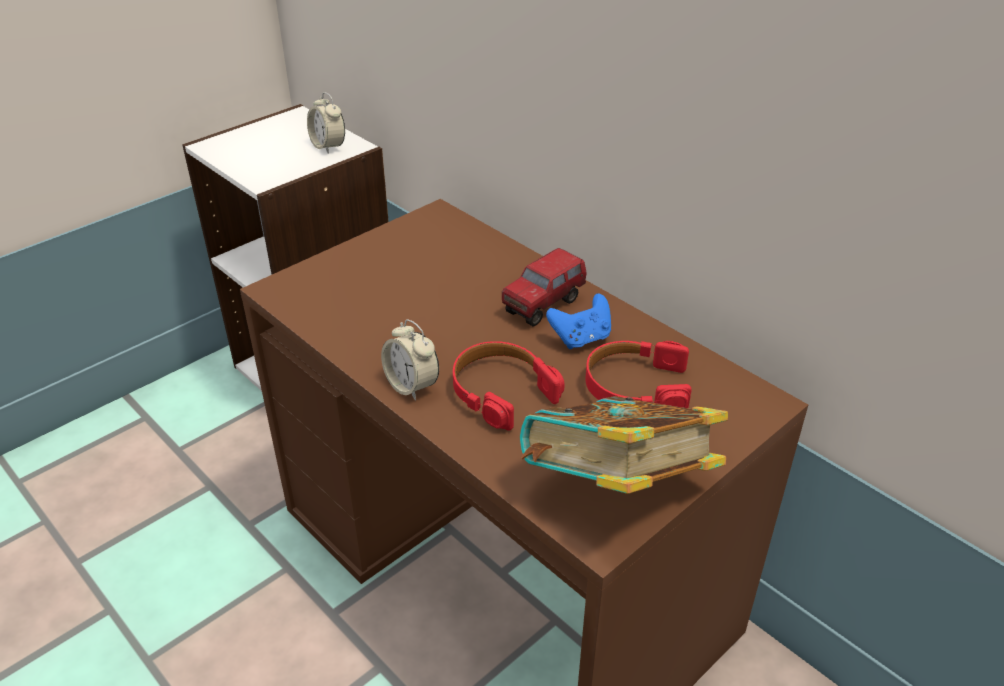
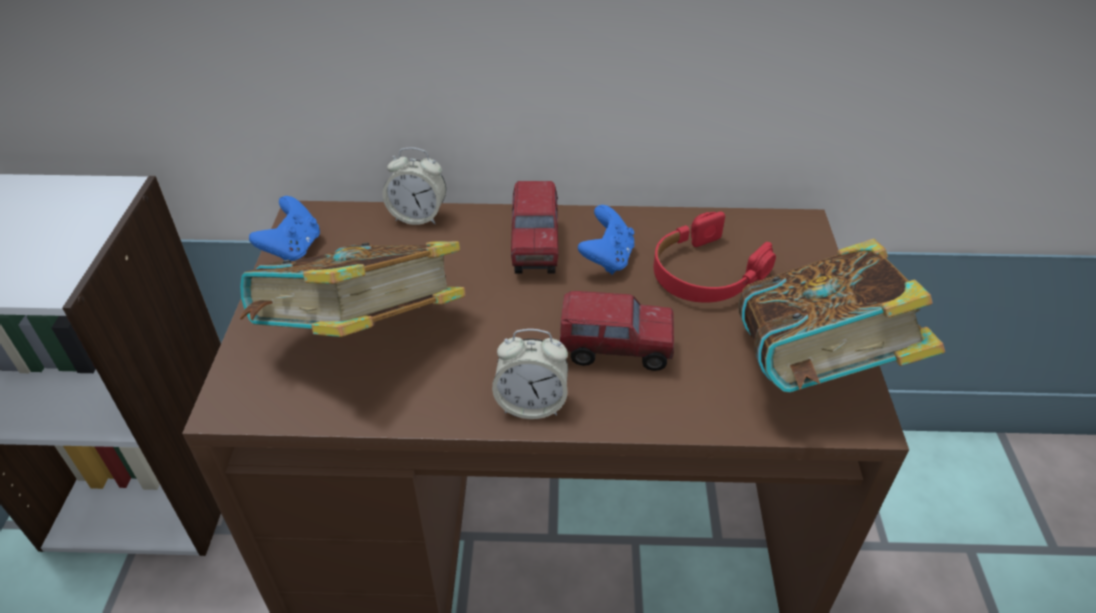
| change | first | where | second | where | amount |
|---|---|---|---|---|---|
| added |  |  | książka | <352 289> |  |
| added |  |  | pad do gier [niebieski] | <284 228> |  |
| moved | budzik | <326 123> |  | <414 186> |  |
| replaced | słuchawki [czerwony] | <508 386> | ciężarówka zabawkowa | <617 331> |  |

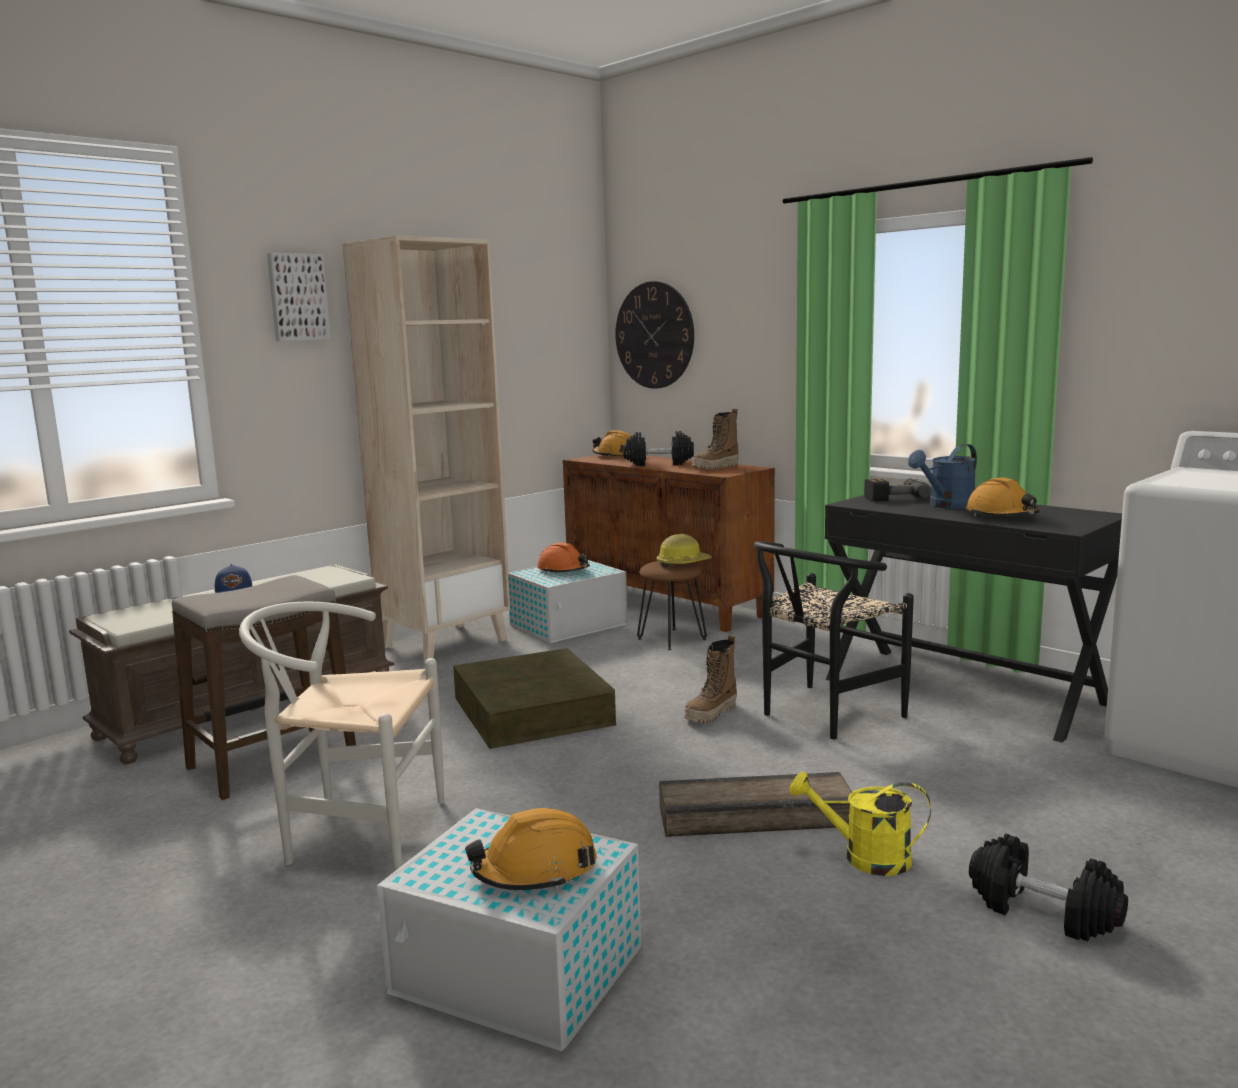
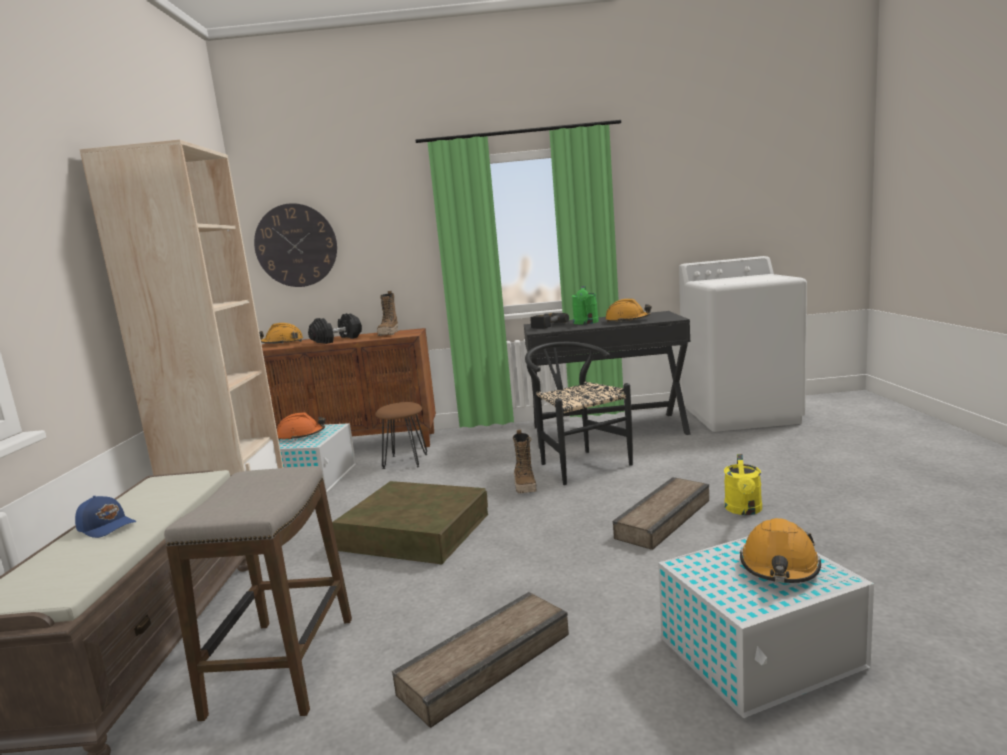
| change | first | where | second | where | amount |
|---|---|---|---|---|---|
| removed | obraz | <299 297> |  |  |  |
| removed | kask | <684 550> |  |  |  |
| removed | hantel [czarny] | <1048 888> |  |  |  |
| replaced | krzesło [biały] | <341 737> | skrzynka | <480 660> |  |
| recoloured | konewka [niebieski] | <942 476> | konewka [zielony] | <585 305> |  |
| turned | krzesło [czarny] | <834 640> |  | <579 413> | 150 degrees clockwise |
| turned | konewka [żółty] | <860 824> |  | <743 484> | 45 degrees counterclockwise |

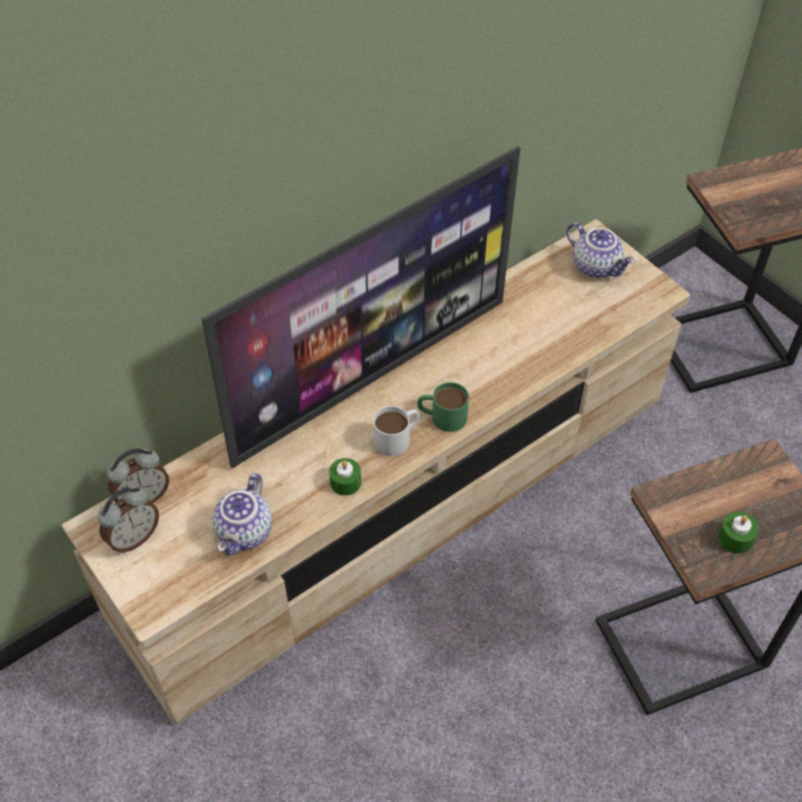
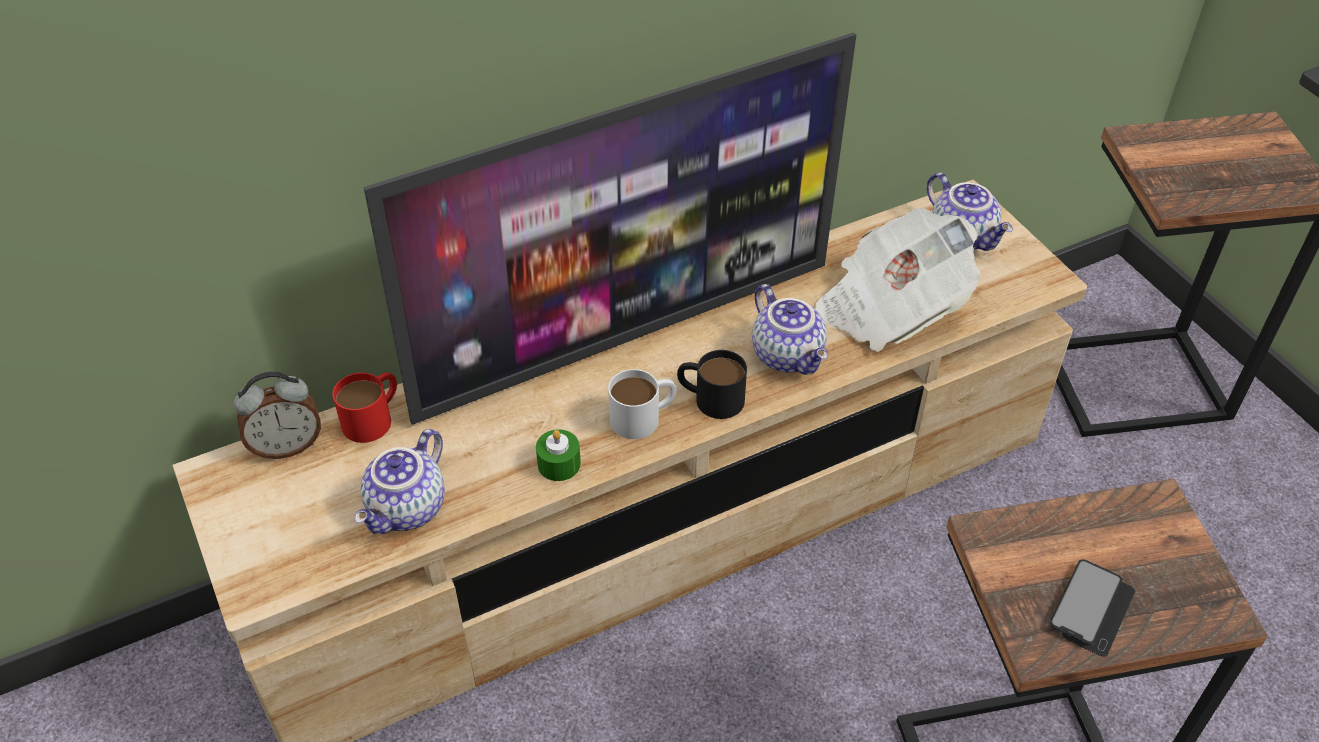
| change | first | where | second | where | amount |
|---|---|---|---|---|---|
| removed | budzik | <128 519> |  |  |  |
| added |  |  | kubek [czerwony] | <365 407> |  |
| added |  |  | imbryk | <790 329> |  |
| added |  |  | gazeta | <897 280> |  |
| replaced | świeca [zielony] | <738 533> | telefon | <1092 608> |  |
| recoloured | kubek [zielony] | <443 407> | kubek [czarny] | <712 384> |  |

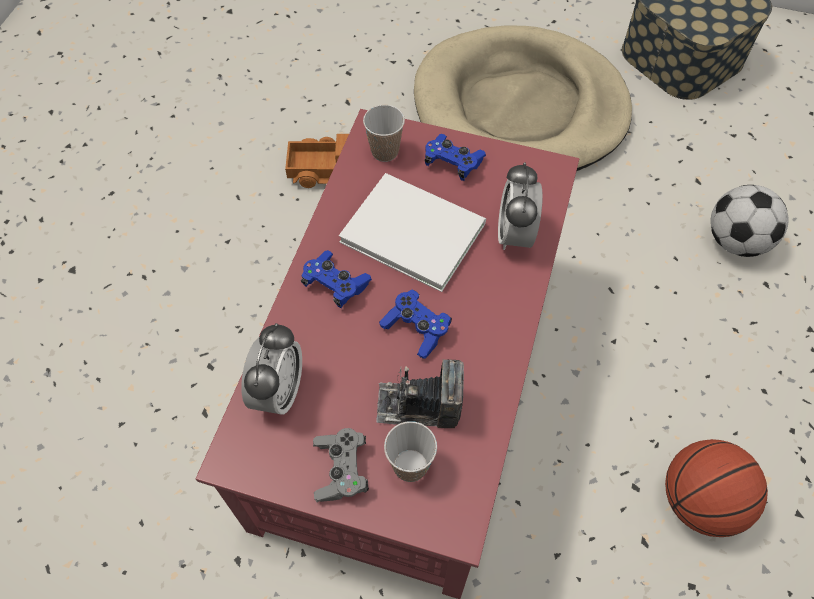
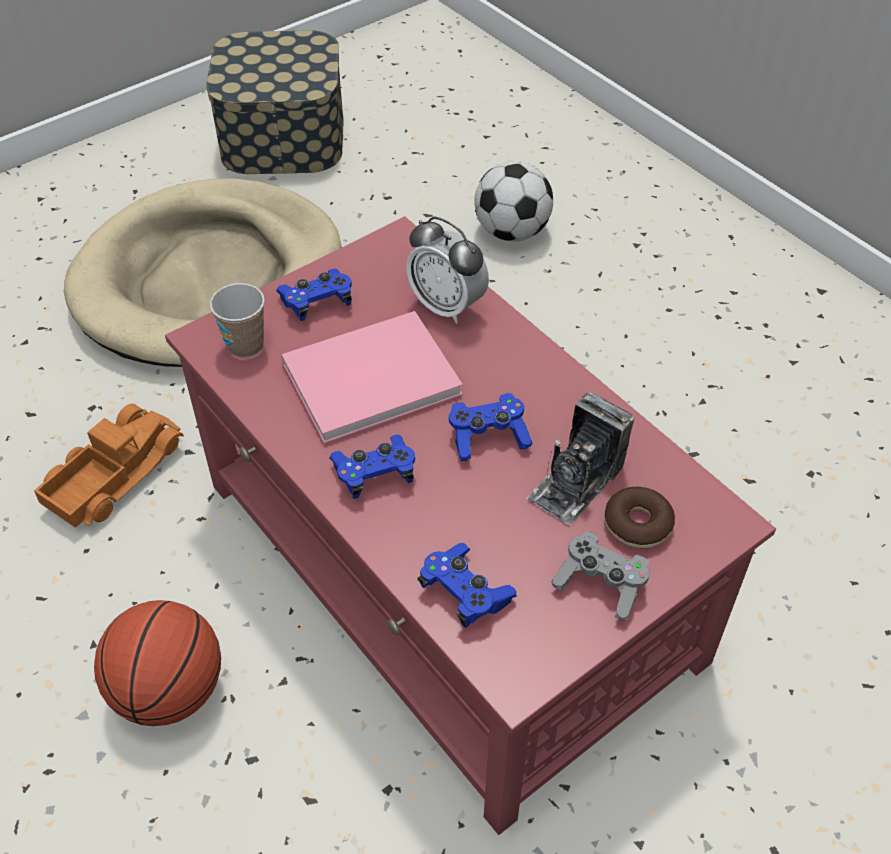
| change | first | where | second | where | amount |
|---|---|---|---|---|---|
| moved | piłka do koszykówki | <716 488> |  | <157 663> |  |
| replaced | budzik | <271 369> | pad do gier [niebieski] | <467 585> |  |
| replaced | filiżanka | <410 451> | donut | <640 518> |  |
| recoloured | książka [biały] | <412 232> | książka [różowy] | <372 377> |  |

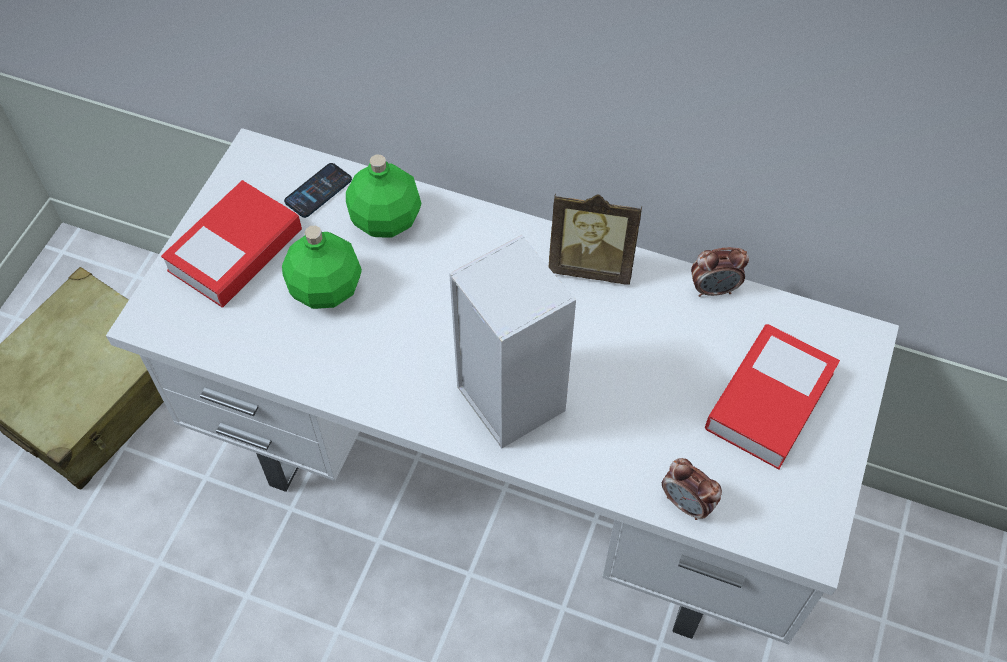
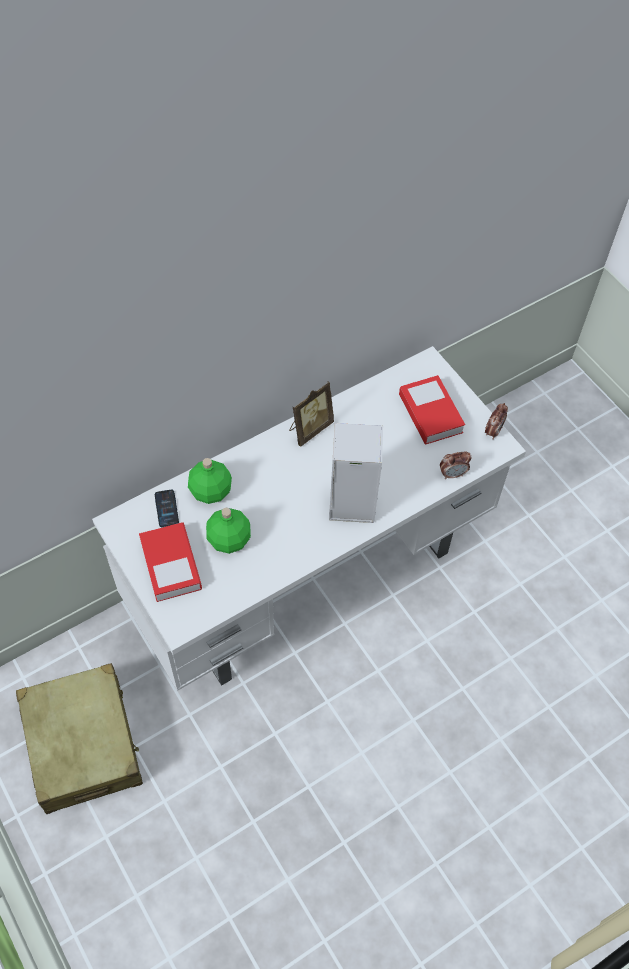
| change | first | where | second | where | amount |
|---|---|---|---|---|---|
| moved | budzik | <720 272> |  | <496 421> |  |

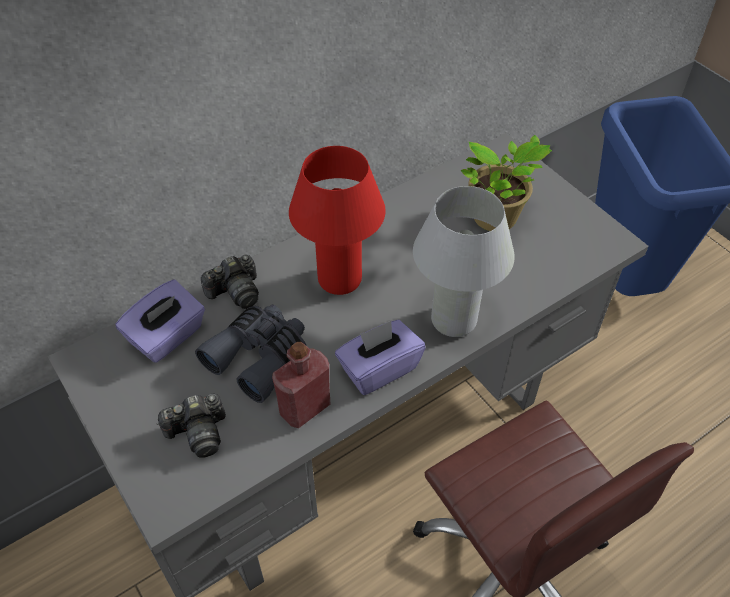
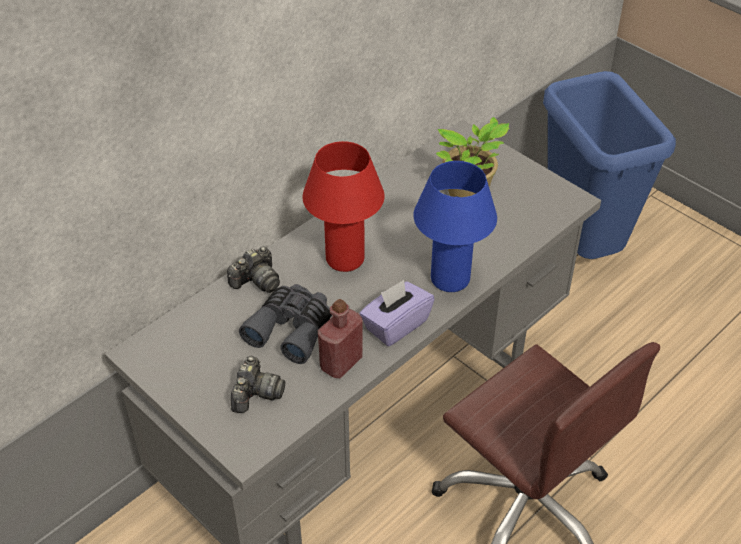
| change | first | where | second | where | amount |
|---|---|---|---|---|---|
| removed | pudełko chusteczek [fioletowy] | <160 321> |  |  |  |
| recoloured | lampa stołowa [biały] | <464 261> | lampa stołowa [niebieski] | <455 226> |  |
| turned | aparat fotograficzny | <191 426> |  | <258 384> | 45 degrees counterclockwise |

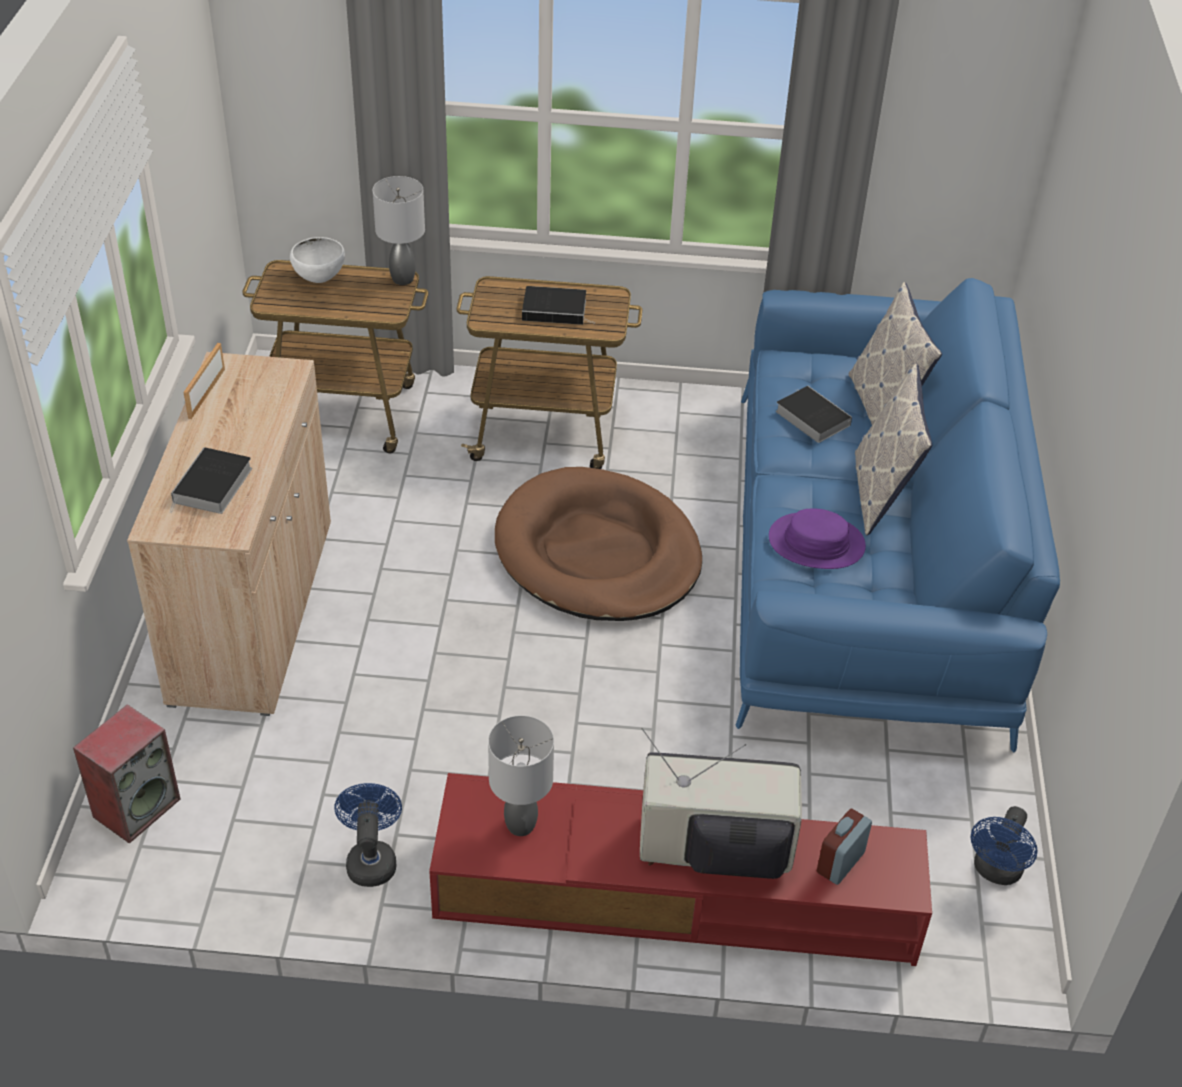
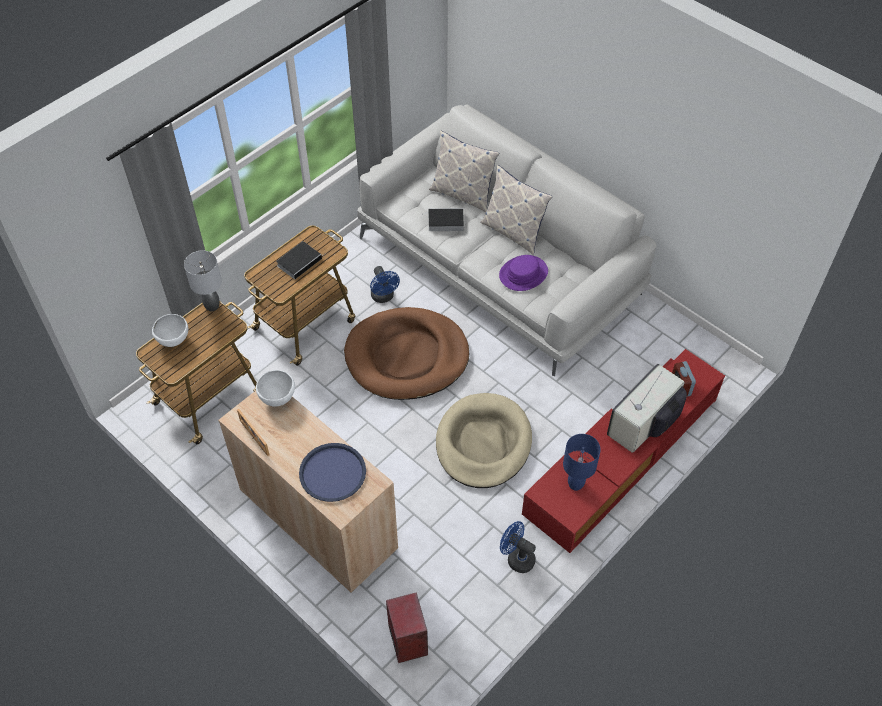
| change | first | where | second | where | amount |
|---|---|---|---|---|---|
| added |  |  | miska [biały] | <275 388> |  |
| added |  |  | legowisko [beżowy] | <484 440> |  |
| moved | wentylator [niebieski] | <1004 845> |  | <385 284> |  |
| replaced | książka | <211 480> | taca [niebieski] | <332 472> |  |
| recoloured | lampa stołowa [szary] | <521 775> | lampa stołowa [niebieski] | <582 462> |  |
| recoloured | kanapa [niebieski] | <898 515> | kanapa [biały] | <507 240> |  |

